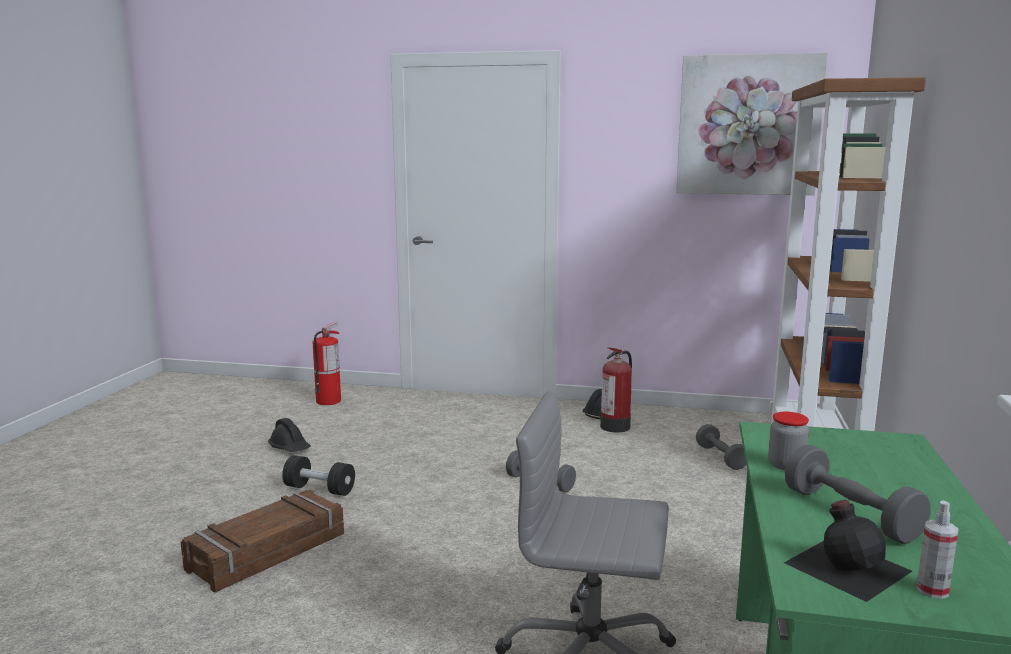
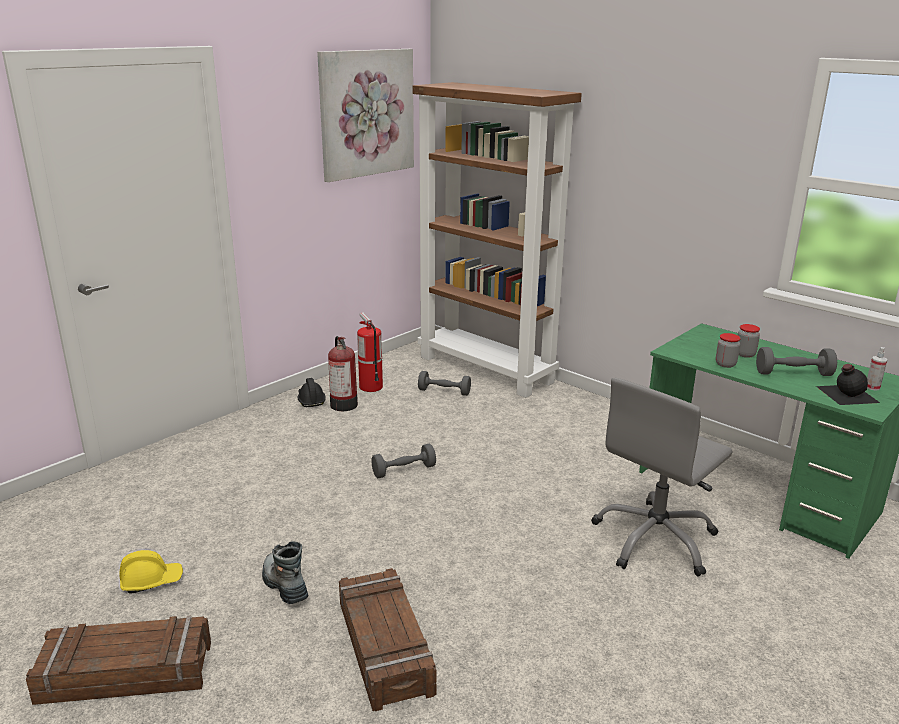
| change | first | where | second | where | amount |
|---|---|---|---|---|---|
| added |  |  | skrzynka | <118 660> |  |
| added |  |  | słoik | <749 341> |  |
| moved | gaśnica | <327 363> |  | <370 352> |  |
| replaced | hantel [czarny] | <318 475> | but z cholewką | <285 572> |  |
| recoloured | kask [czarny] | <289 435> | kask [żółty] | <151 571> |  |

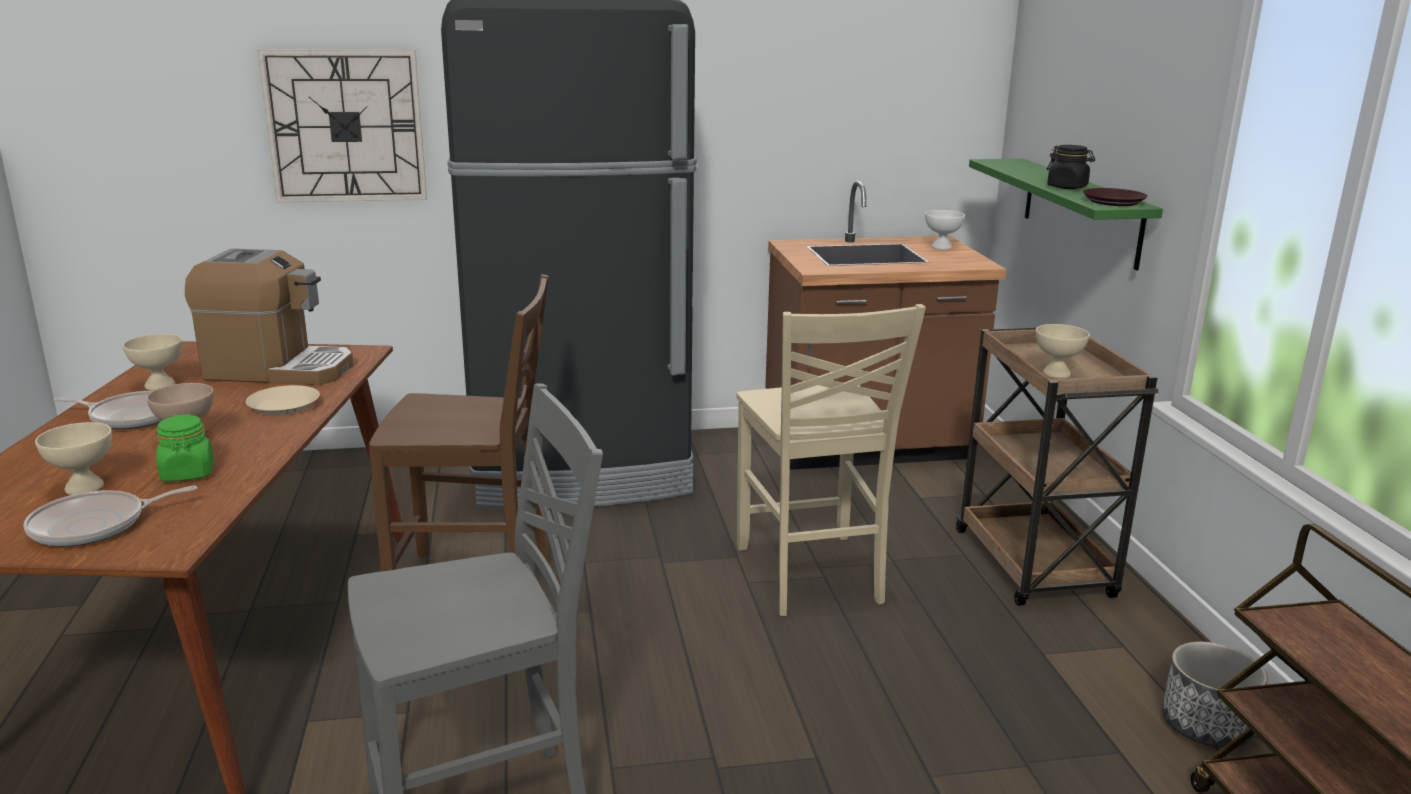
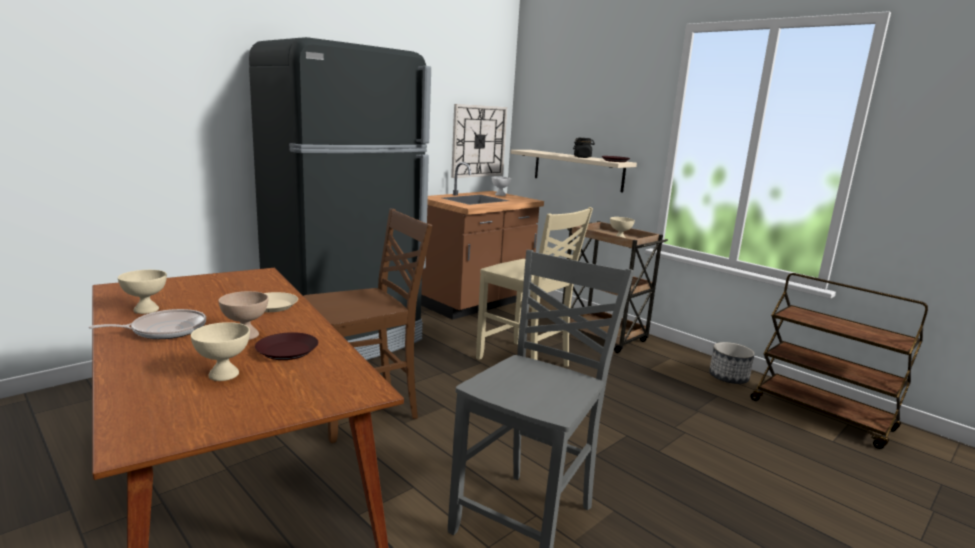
| change | first | where | second | where | amount |
|---|---|---|---|---|---|
| removed | patelnia | <110 516> |  |  |  |
| removed | ekspres do kawy | <269 316> |  |  |  |
| moved | zegar ścienny | <342 126> |  | <479 141> |  |
| replaced | słoik [zielony] | <185 448> | talerz [brązowy] | <286 346> |  |
| recoloured | półka [zielony] | <1066 214> | półka [beżowy] | <573 171> |  |

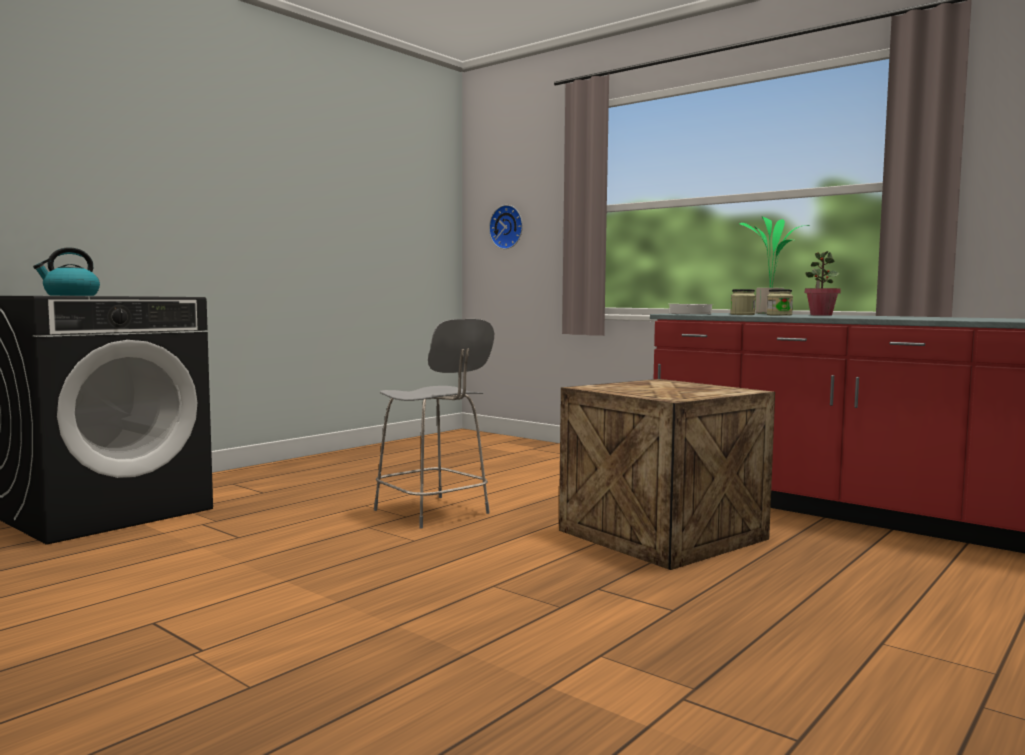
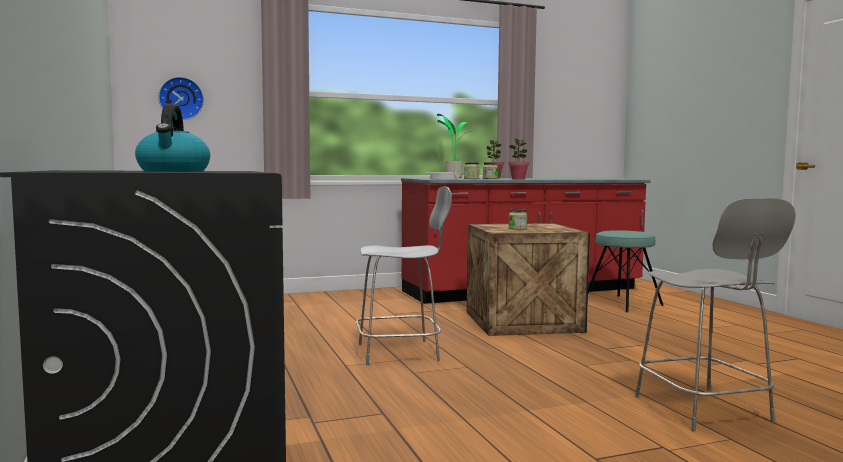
| change | first | where | second | where | amount |
|---|---|---|---|---|---|
| added |  |  | roślina doniczkowa | <519 158> |  |
| added |  |  | słoik | <517 219> |  |
| added |  |  | stołek [turkusowy] | <626 271> |  |
| added |  |  | krzesło [szary] | <715 314> |  |

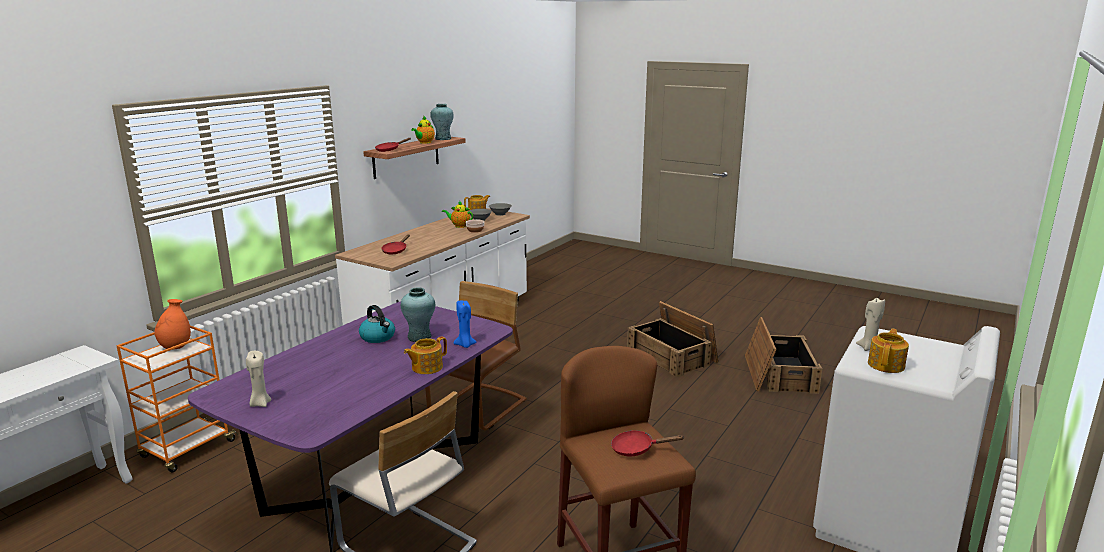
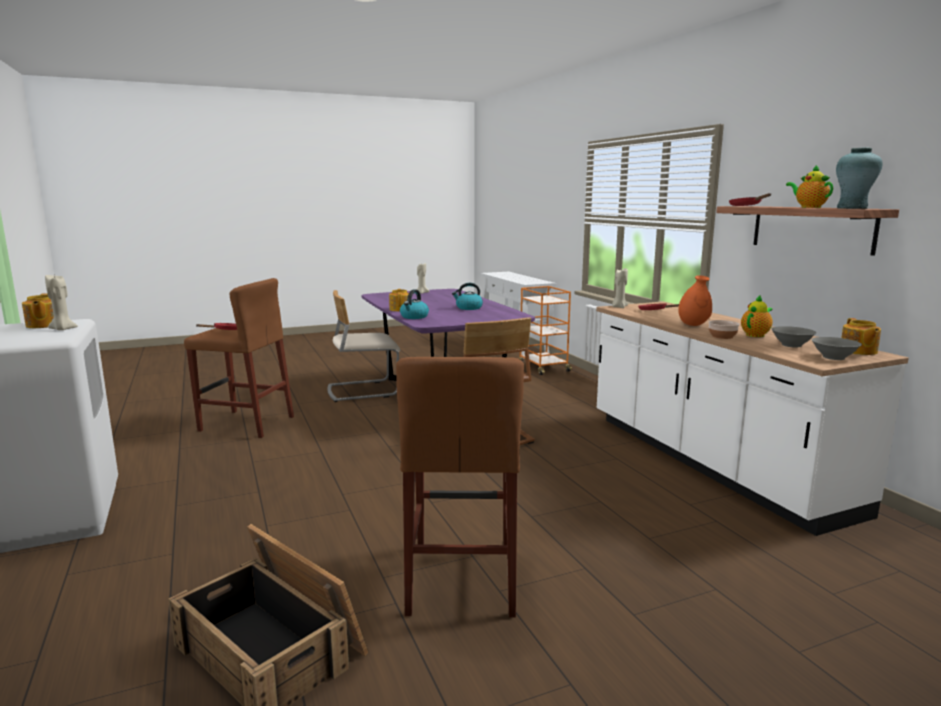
| change | first | where | second | where | amount |
|---|---|---|---|---|---|
| removed | wazon [turkusowy] | <418 314> |  |  |  |
| added |  |  | świeca [beżowy] | <620 288> |  |
| moved | wazon [pomarańczowy] | <172 324> |  | <695 300> |  |
| replaced | świeca [niebieski] | <465 324> | czajnik | <414 304> |  |
| replaced | skrzynka | <672 339> | stołek [brązowy] | <460 487> |  |

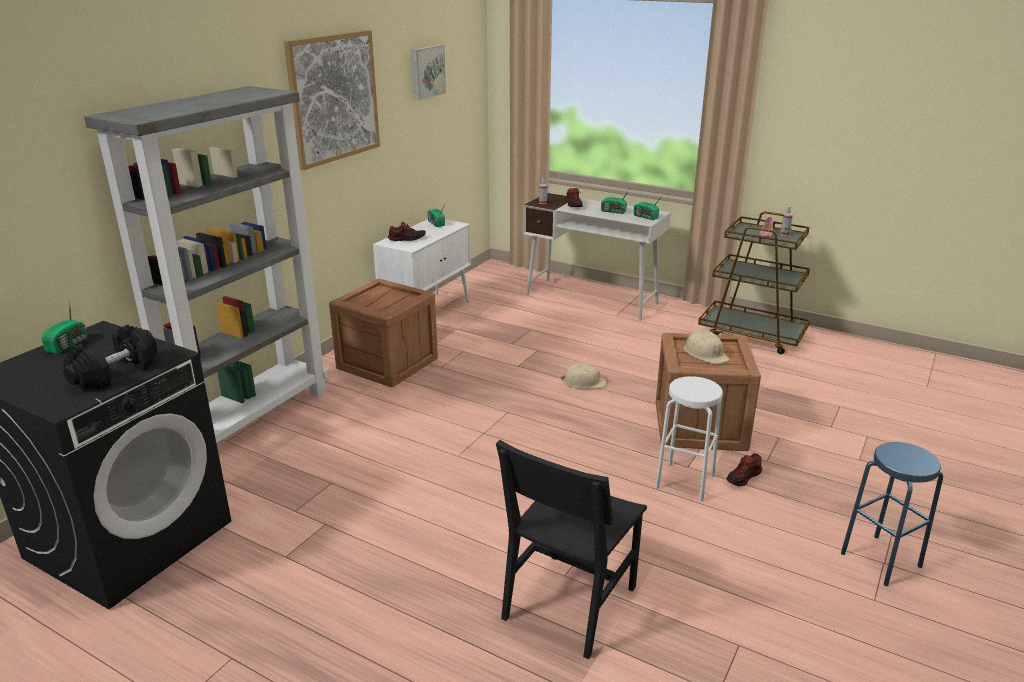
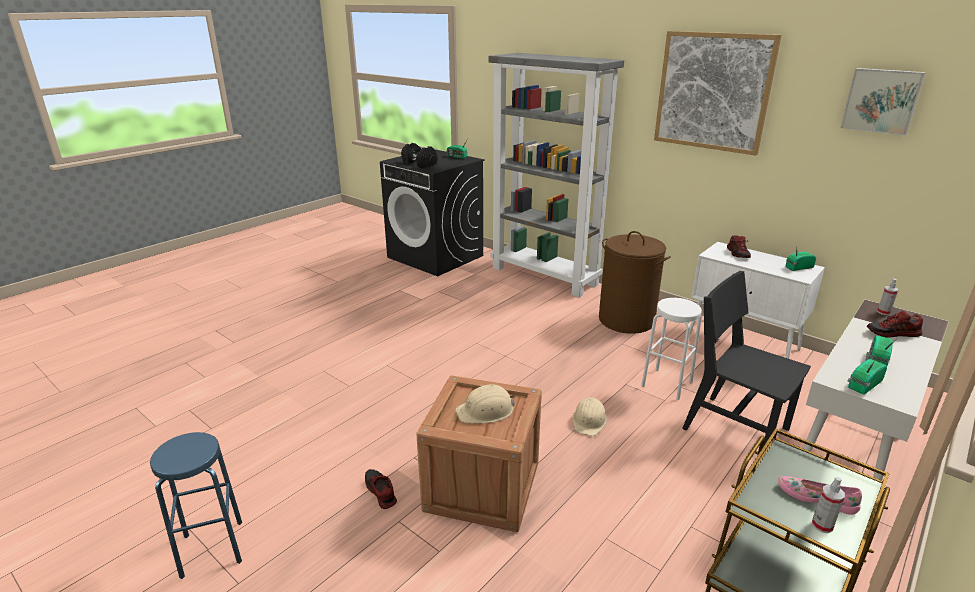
| change | first | where | second | where | amount |
|---|---|---|---|---|---|
| moved | krzesło [czarny] | <571 550> |  | <746 358> |  |
| moved | stołek [biały] | <689 438> |  | <671 349> |  |
| replaced | skrzynka | <383 333> | kosz na pranie [brązowy] | <635 282> |  |

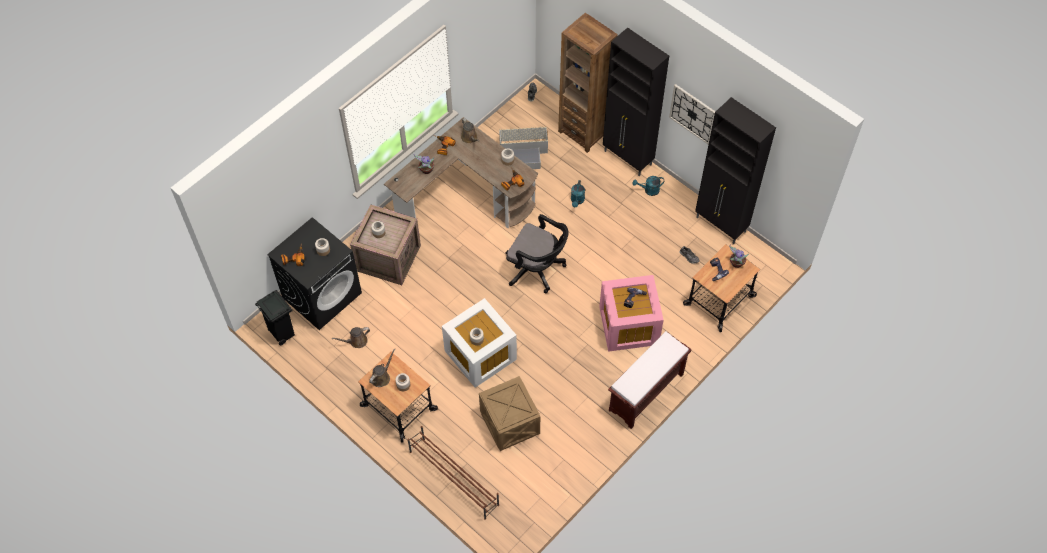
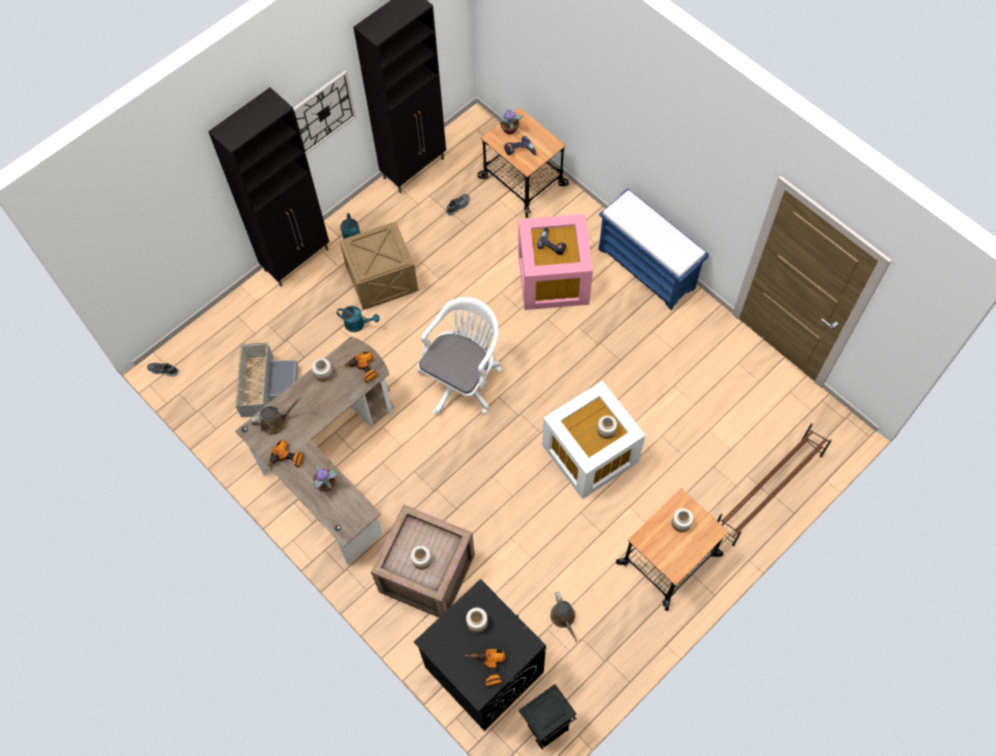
| change | first | where | second | where | amount |
|---|---|---|---|---|---|
| removed | konewka [brązowy] | <382 367> |  |  |  |
| removed | regał [brązowy] | <588 83> |  |  |  |
| moved | skrzynka | <509 413> |  | <379 265> |  |
| recoloured | krzesło biurowe [czarny] | <536 253> | krzesło biurowe [biały] | <459 356> |  |
| recoloured | ławka [brązowy] | <649 380> | ławka [niebieski] | <653 249> |  |

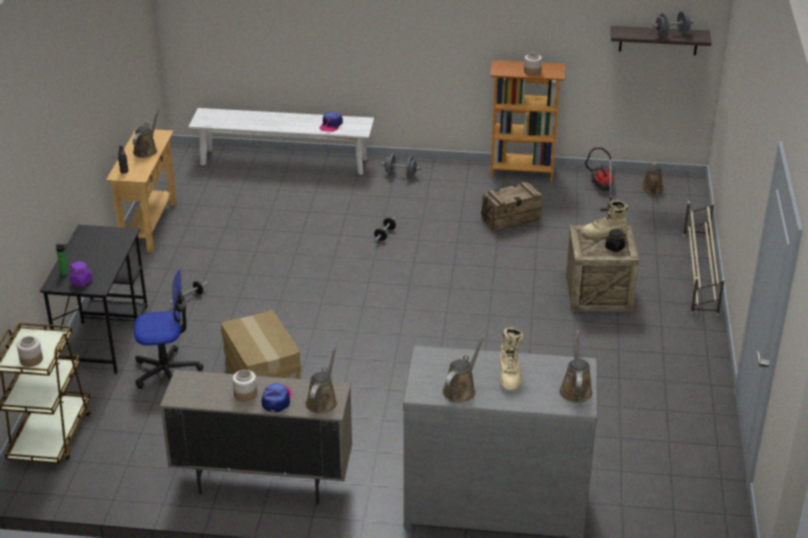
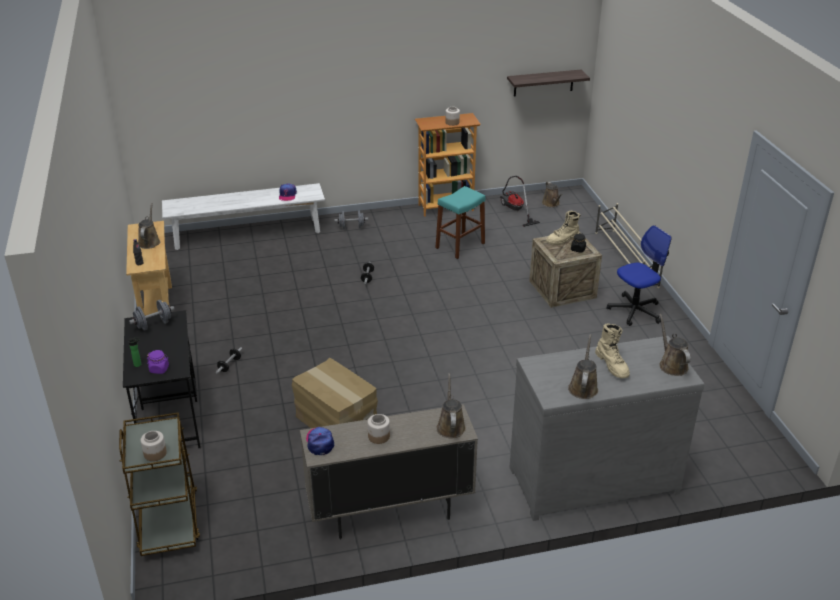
| change | first | where | second | where | amount |
|---|---|---|---|---|---|
| moved | krzesło biurowe | <168 329> |  | <639 275> |  |
| moved | czapka z daszkiem | <276 397> |  | <320 441> |  |
| moved | hantel [szary] | <673 23> |  | <152 315> |  |
| replaced | skrzynka | <511 207> | stołek [turkusowy] | <460 222> |  |

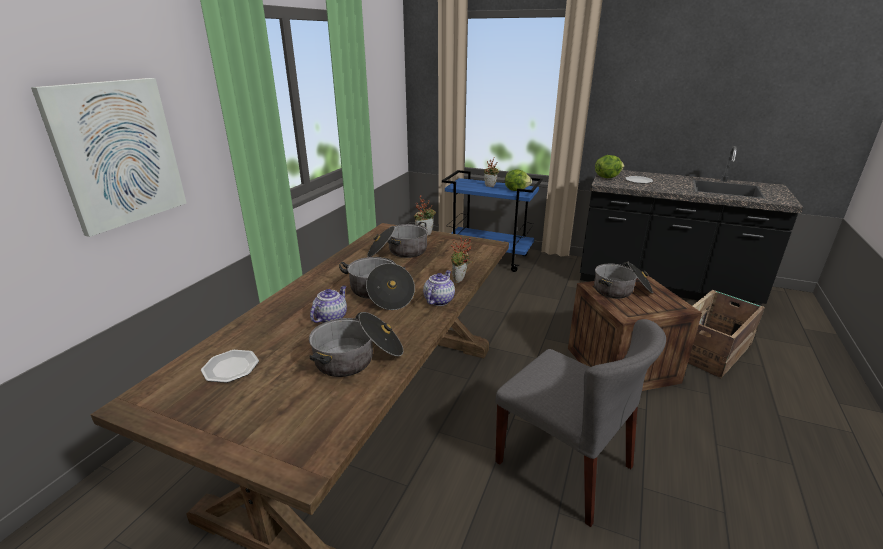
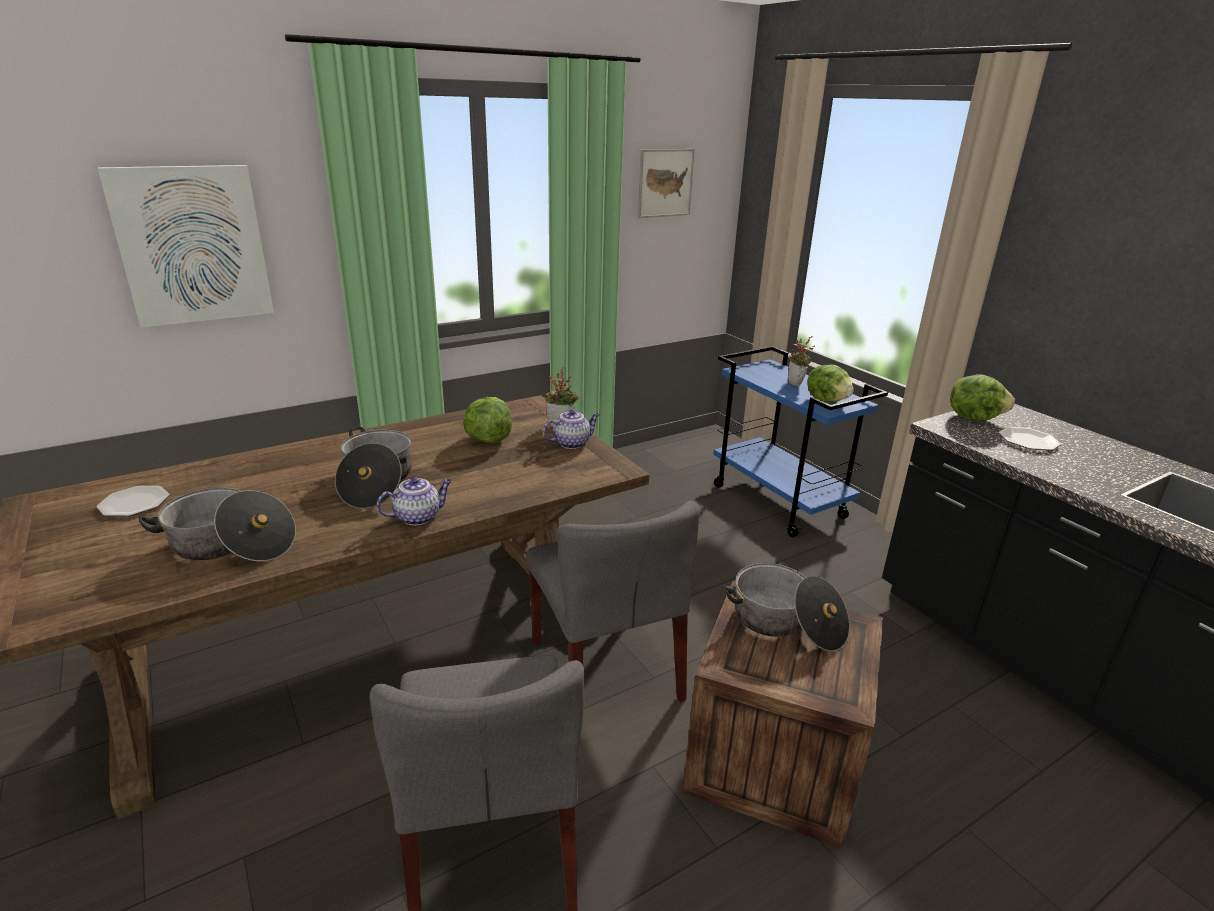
| change | first | where | second | where | amount |
|---|---|---|---|---|---|
| removed | roślina doniczkowa | <461 260> |  |  |  |
| removed | skrzynka | <726 334> |  |  |  |
| added |  |  | krzesło [szary] | <613 601> |  |
| added |  |  | obraz | <666 183> |  |
| moved | imbryk | <328 304> |  | <571 429> |  |
| replaced | garnek | <397 240> | sałata | <487 420> |  |

